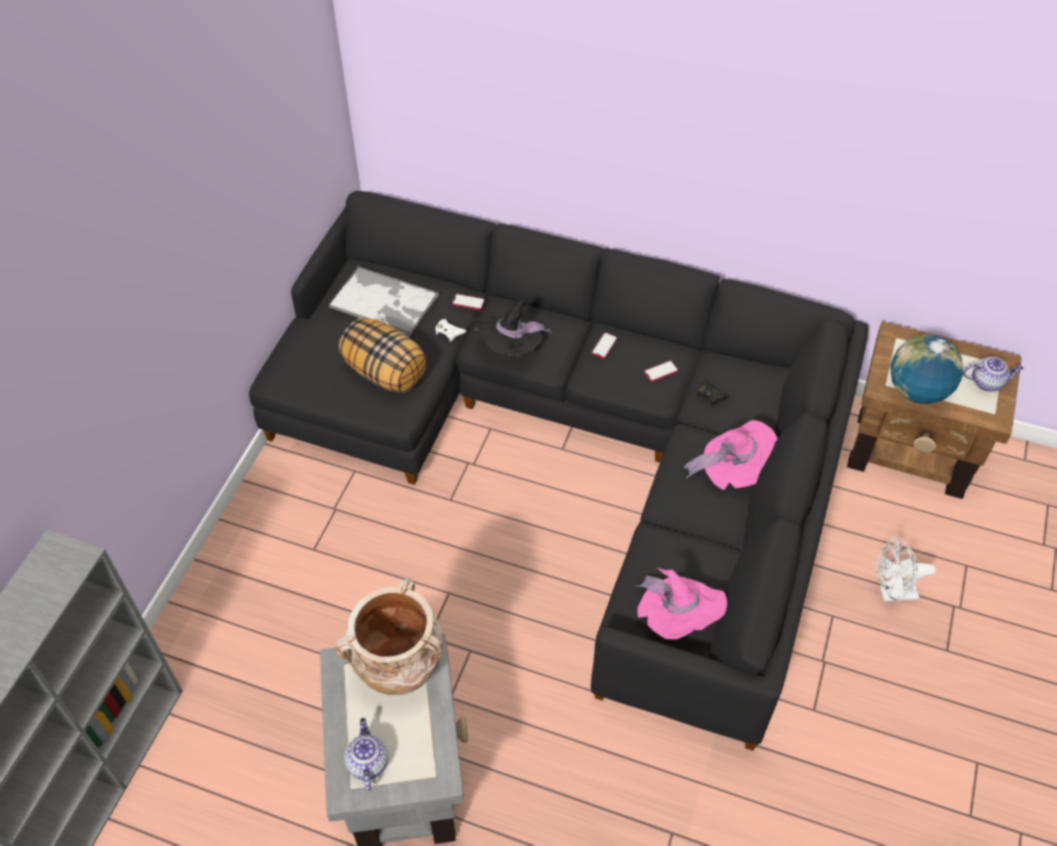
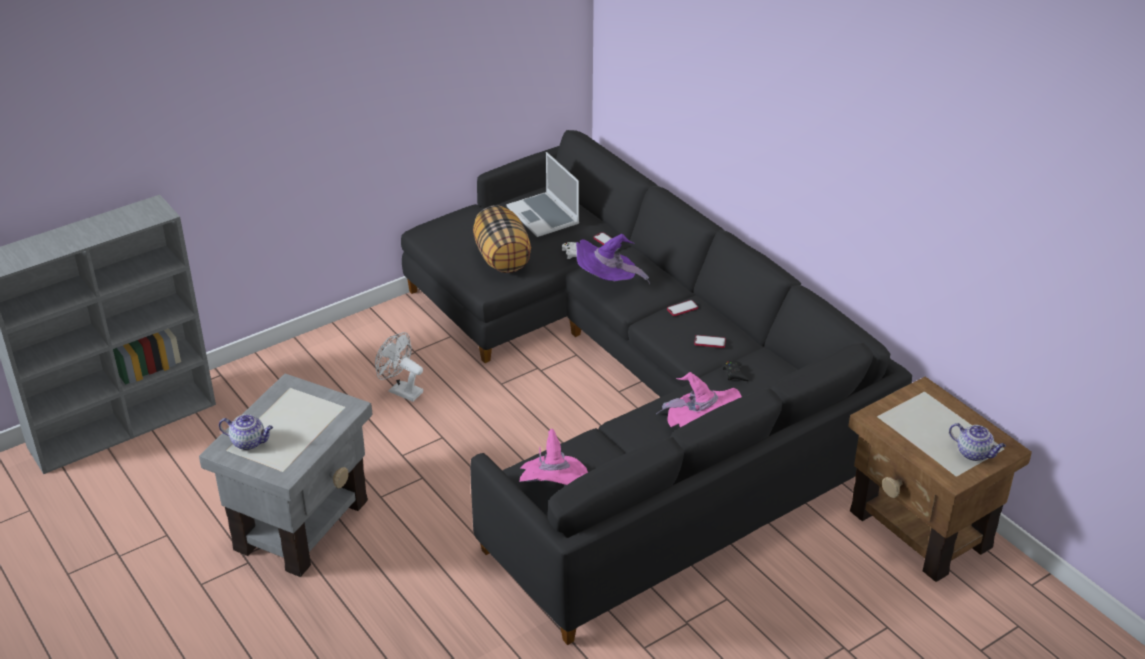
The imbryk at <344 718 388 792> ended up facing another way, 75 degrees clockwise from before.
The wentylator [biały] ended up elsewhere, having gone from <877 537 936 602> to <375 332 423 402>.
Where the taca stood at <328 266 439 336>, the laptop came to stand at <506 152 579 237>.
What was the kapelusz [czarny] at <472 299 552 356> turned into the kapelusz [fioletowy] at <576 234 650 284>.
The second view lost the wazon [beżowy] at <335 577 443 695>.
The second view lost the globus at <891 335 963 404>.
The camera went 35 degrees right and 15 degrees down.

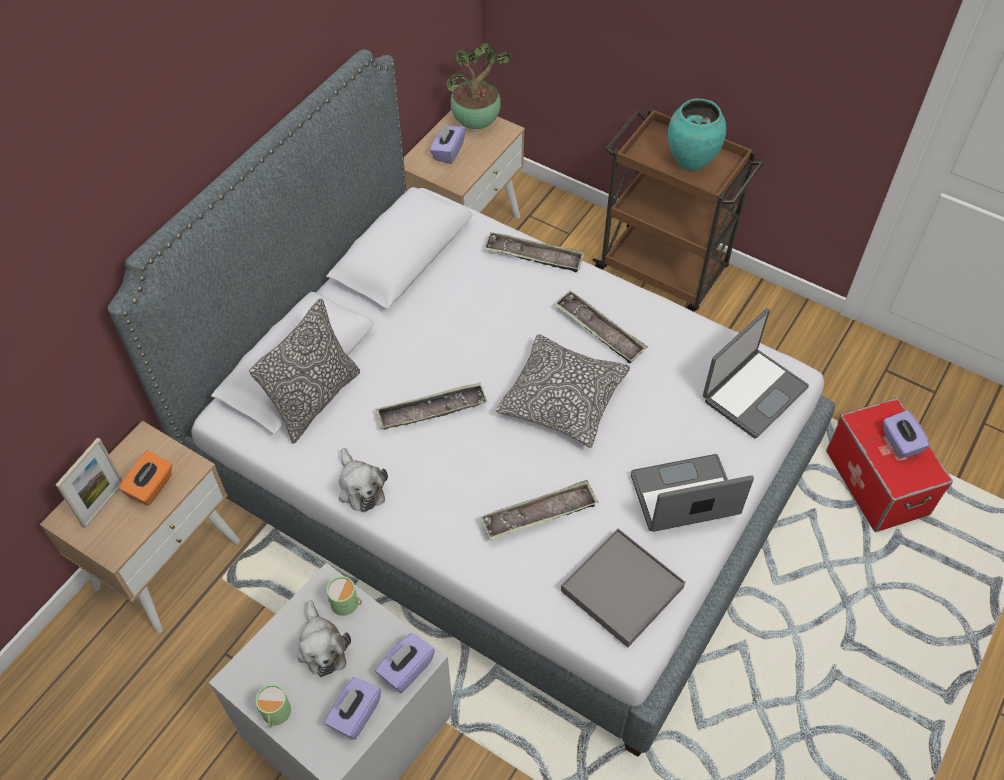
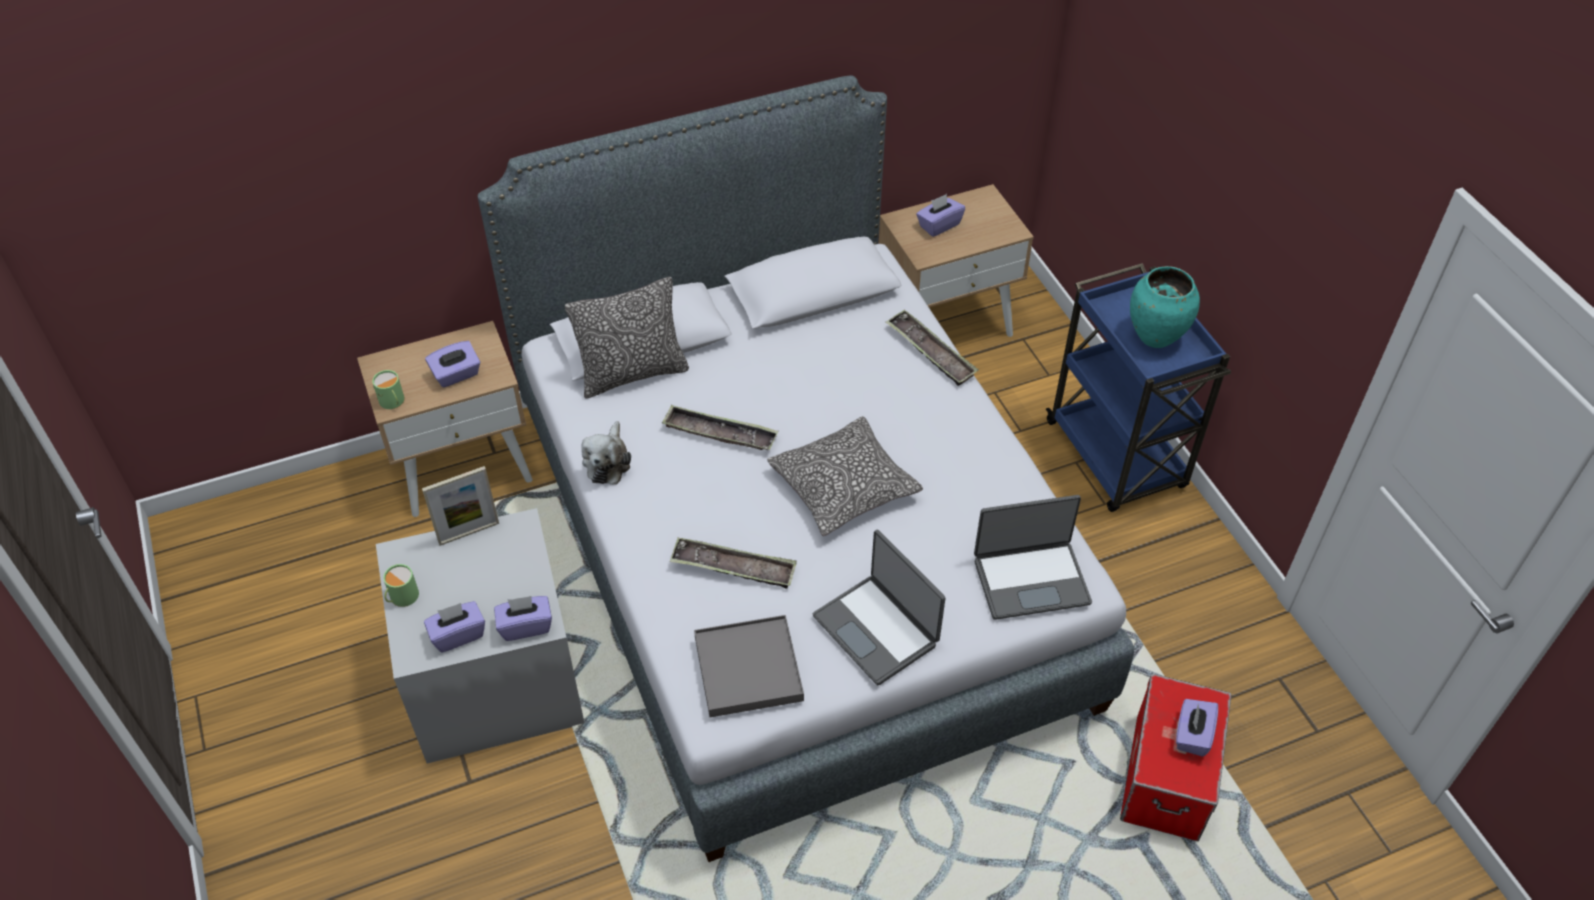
The kubek [zielony] ended up elsewhere, having gone from <327 576 362 616> to <372 370 405 409>.
The ramka na zdjęcie ended up elsewhere, having gone from <56 438 122 529> to <422 466 499 546>.
What was the pudełko chusteczek [pomarańczowy] at <119 450 172 505> turned into the pudełko chusteczek [fioletowy] at <425 341 480 387>.
The laptop at <631 454 754 532> ended up facing another way, 150 degrees counterclockwise from before.
What was the wózek [brązowy] at <592 108 764 312> turned into the wózek [niebieski] at <1046 263 1231 512>.
The second view lost the pluszak at <297 600 351 677>.
The second view lost the roślina doniczkowa at <446 42 512 129>.
The second view lost the taca at <554 291 648 364>.
The camera went 35 degrees right and 5 degrees down.

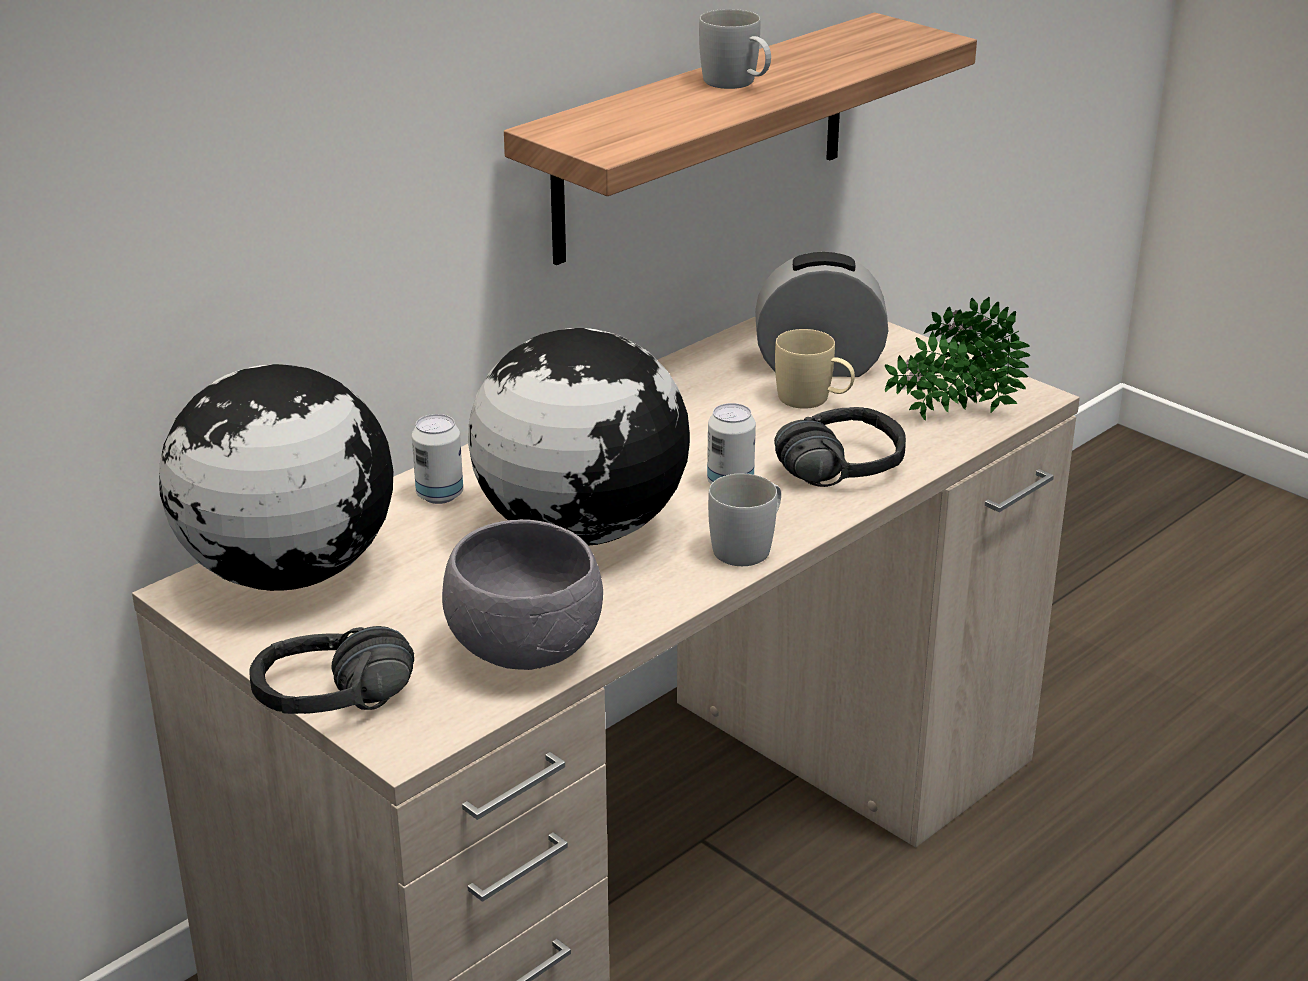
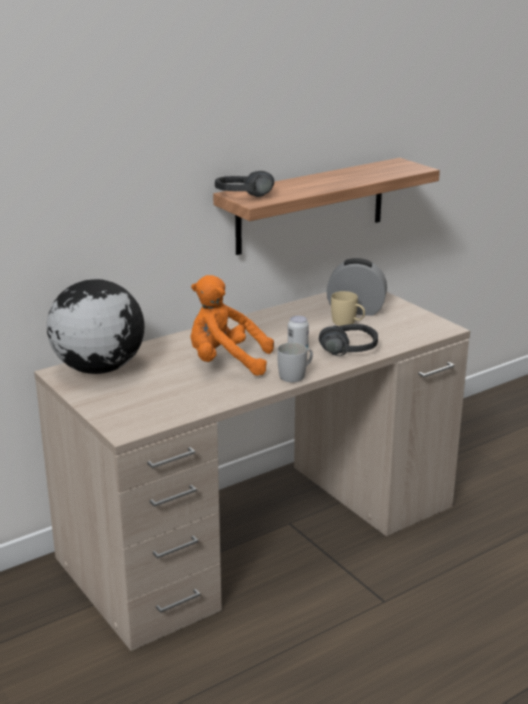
Where the globus stood at <468 328 690 546>, the pluszak [pomarańczowy] came to stand at <190 275 274 376>.
The słuchawki [czarny] ended up elsewhere, having gone from <249 626 414 714> to <215 171 274 197>.
The second view lost the puszka at <412 414 463 504>.
The second view lost the miska [szary] at <442 519 603 670>.
The second view lost the kubek [biały] at <699 9 771 89>.
The second view lost the roślina doniczkowa at <885 297 1031 420>.
The camera went 10 degrees right and 5 degrees down.

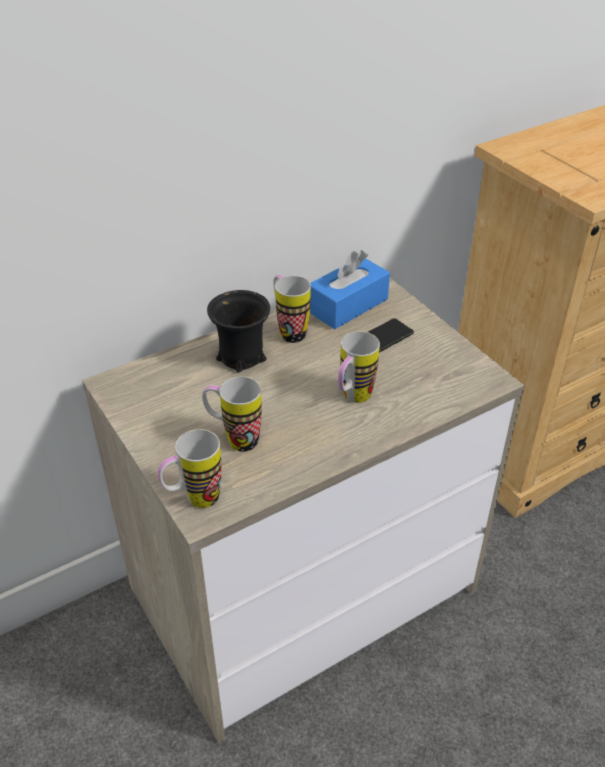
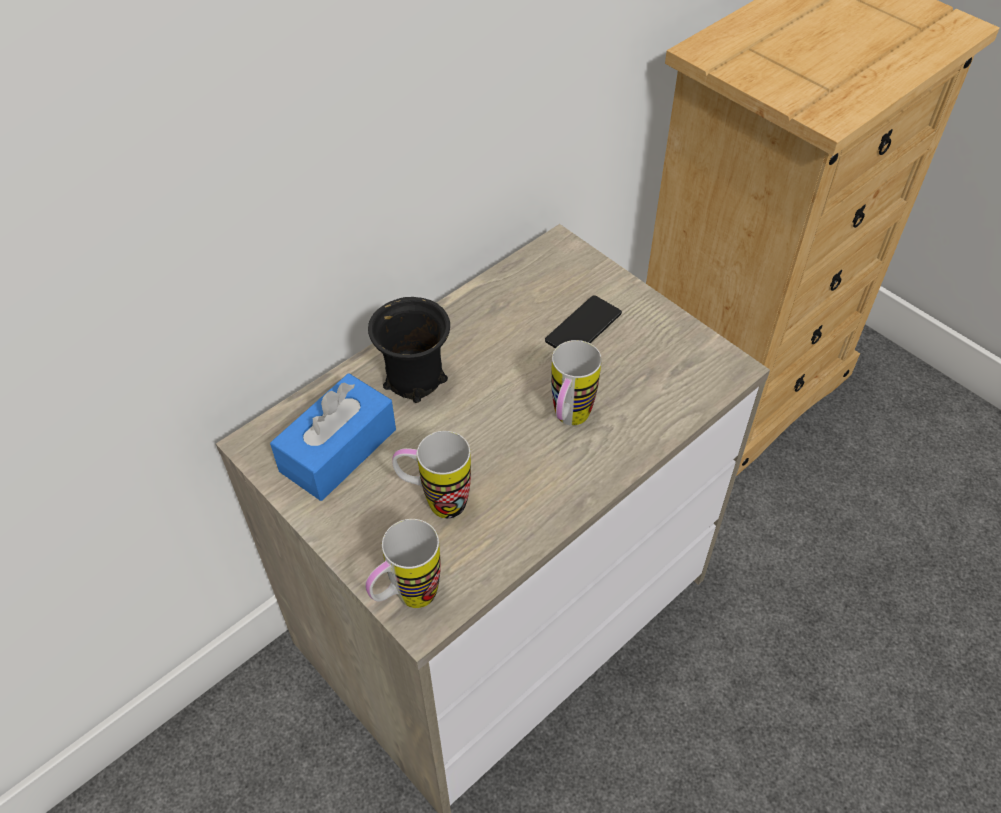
The pudełko chusteczek [niebieski] ended up elsewhere, having gone from <310 250 390 329> to <270 373 396 501>.
The second view lost the kubek at <273 275 311 343>.
The camera went 10 degrees left and 10 degrees up.

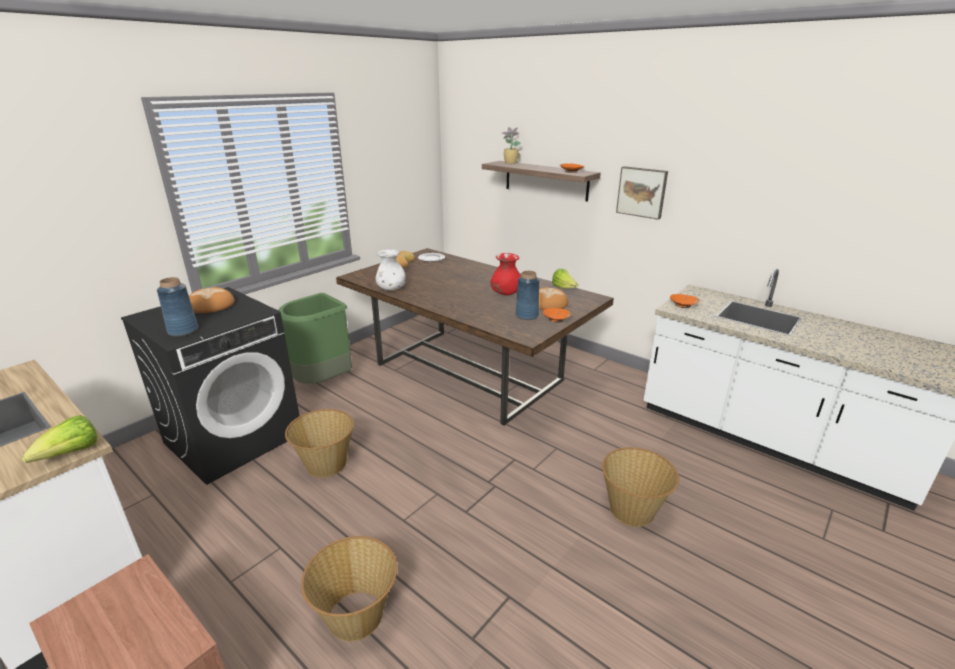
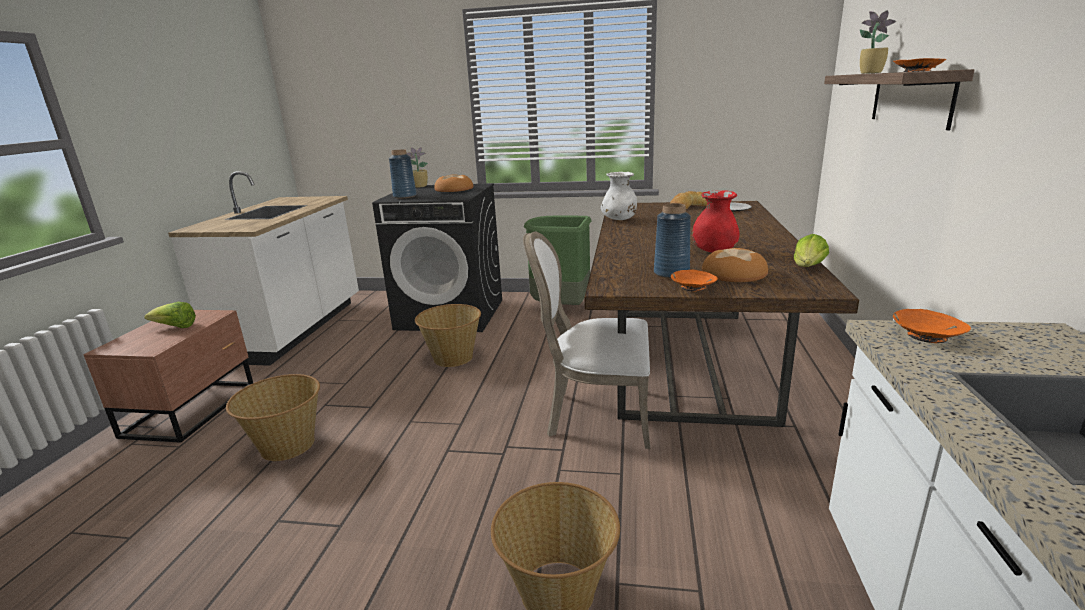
The sałata ended up elsewhere, having gone from <22 415 97 463> to <144 302 196 328>.
The second view gained the roślina doniczkowa at <407 147 428 187>.
The second view gained the krzesło [biały] at <523 231 650 449>.
The second view lost the obraz at <616 166 668 220>.
The camera went 60 degrees right and 5 degrees down.

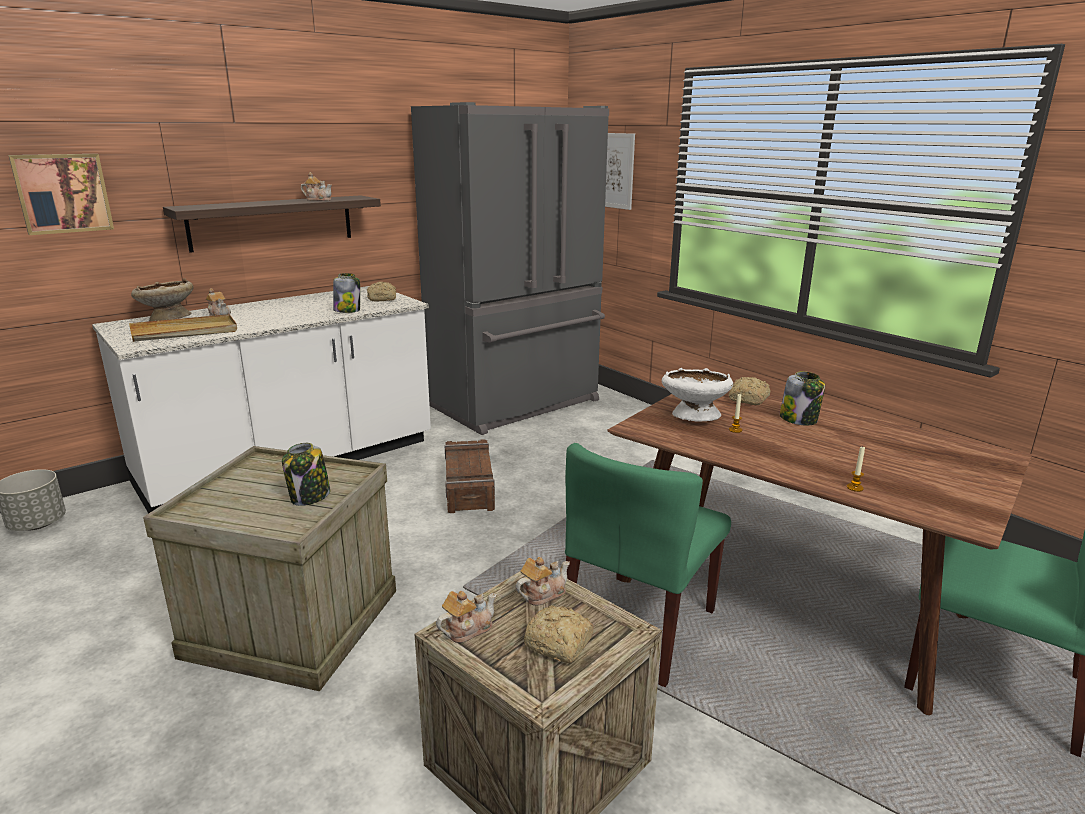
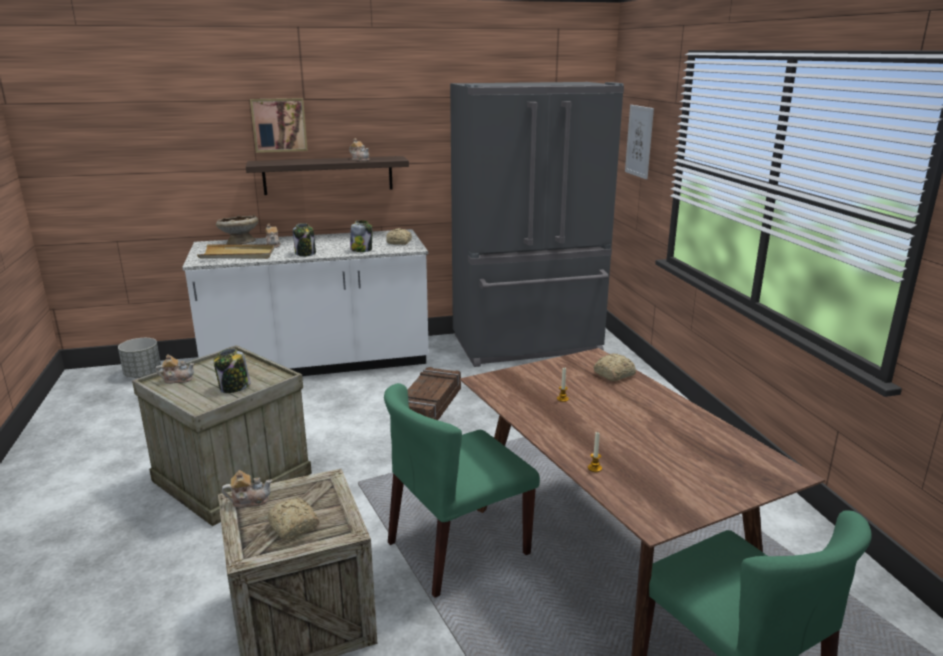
The imbryk ended up elsewhere, having gone from <516 557 570 606> to <155 354 195 384>.
The obraz ended up elsewhere, having gone from <8 154 114 235> to <250 98 308 153>.
The słoik ended up elsewhere, having gone from <780 371 825 426> to <293 223 316 256>.
The second view lost the miska [biały] at <662 368 733 422>.
The camera went 25 degrees right and 0 degrees up.

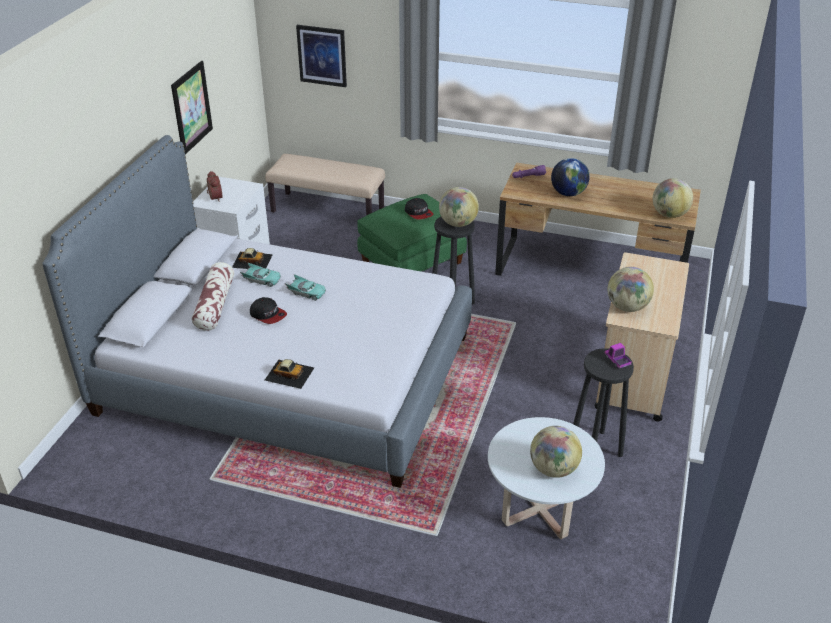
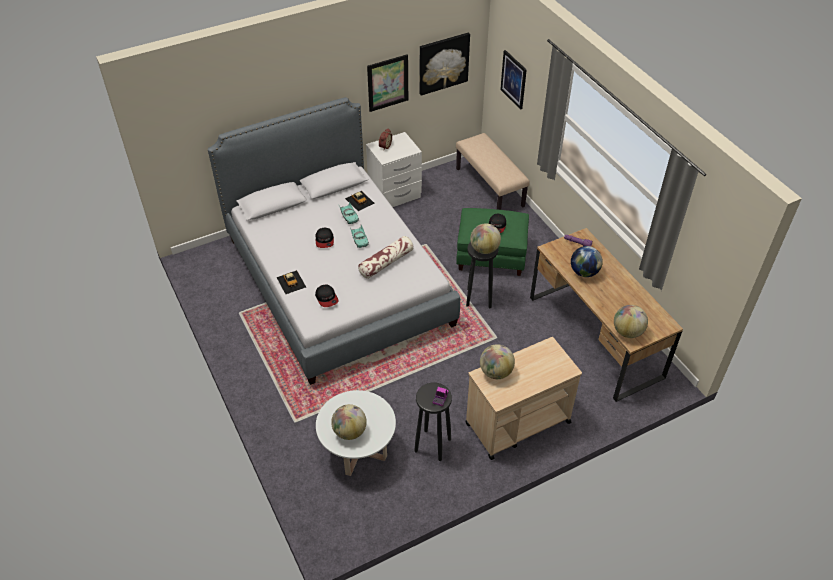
The second view gained the czapka z daszkiem at <315 285 338 307>.
The poduszka ended up elsewhere, having gone from <192 262 234 331> to <358 236 413 279>.
The second view gained the obraz at <420 32 470 96>.
The camera went 45 degrees right and 10 degrees up.

